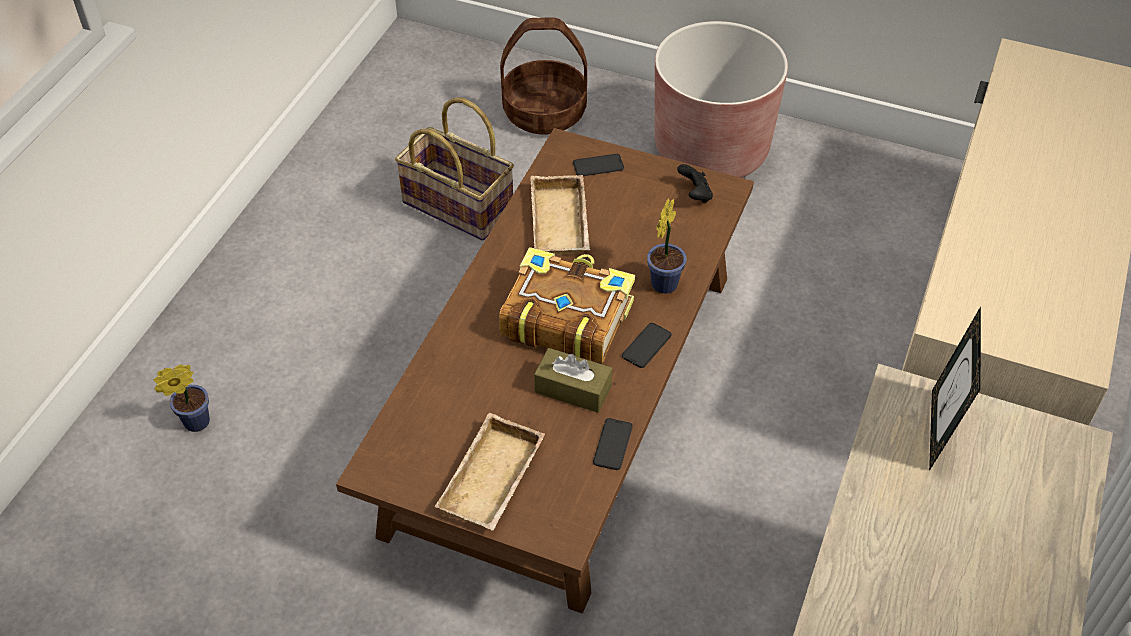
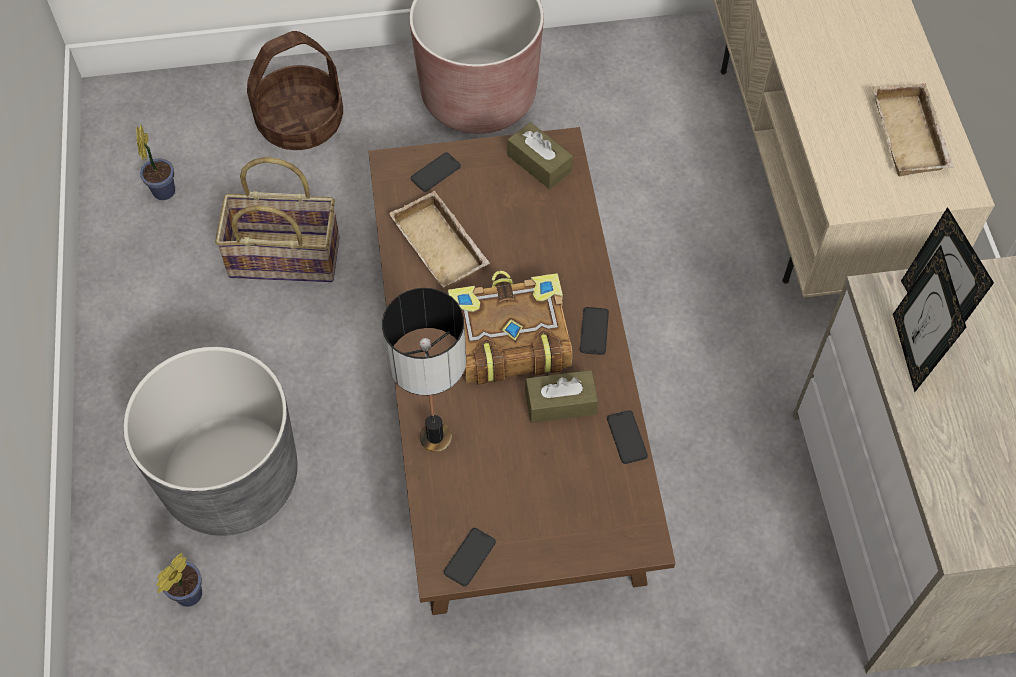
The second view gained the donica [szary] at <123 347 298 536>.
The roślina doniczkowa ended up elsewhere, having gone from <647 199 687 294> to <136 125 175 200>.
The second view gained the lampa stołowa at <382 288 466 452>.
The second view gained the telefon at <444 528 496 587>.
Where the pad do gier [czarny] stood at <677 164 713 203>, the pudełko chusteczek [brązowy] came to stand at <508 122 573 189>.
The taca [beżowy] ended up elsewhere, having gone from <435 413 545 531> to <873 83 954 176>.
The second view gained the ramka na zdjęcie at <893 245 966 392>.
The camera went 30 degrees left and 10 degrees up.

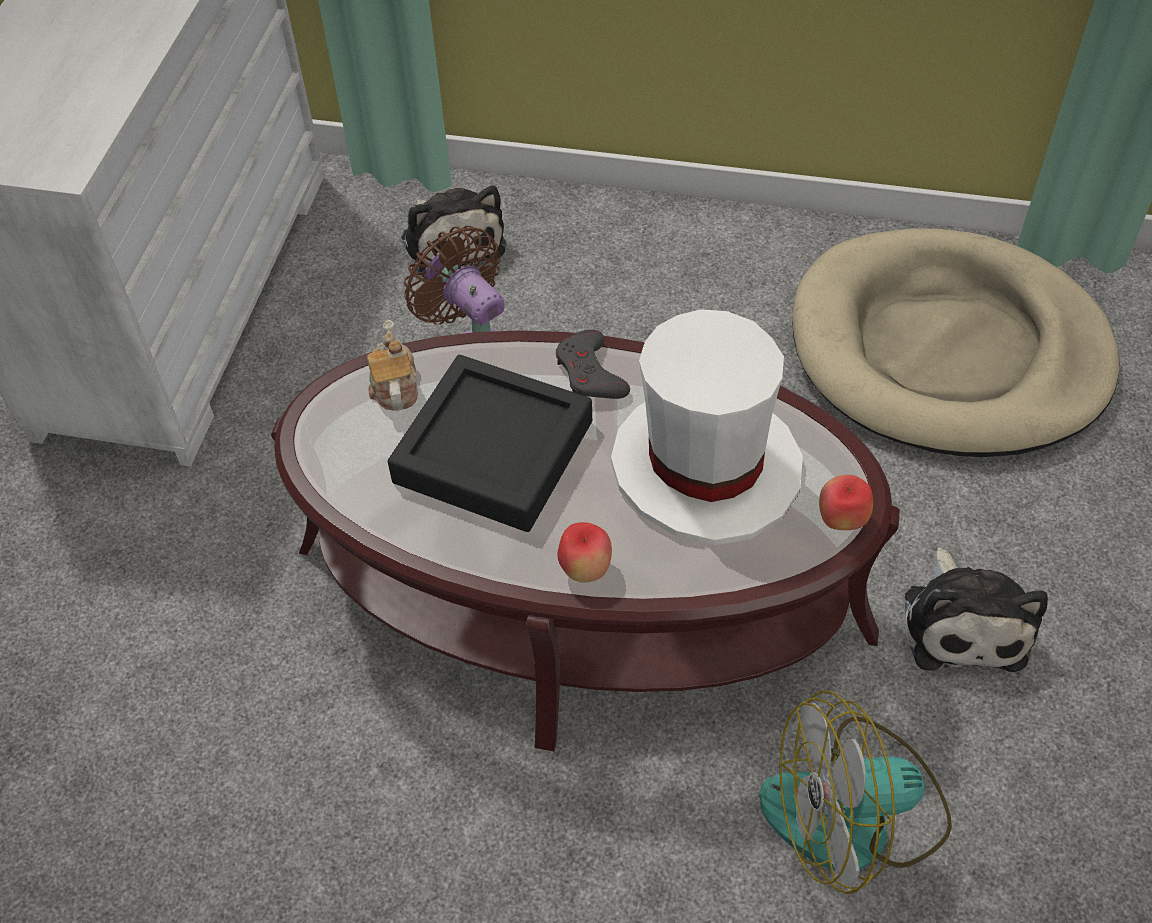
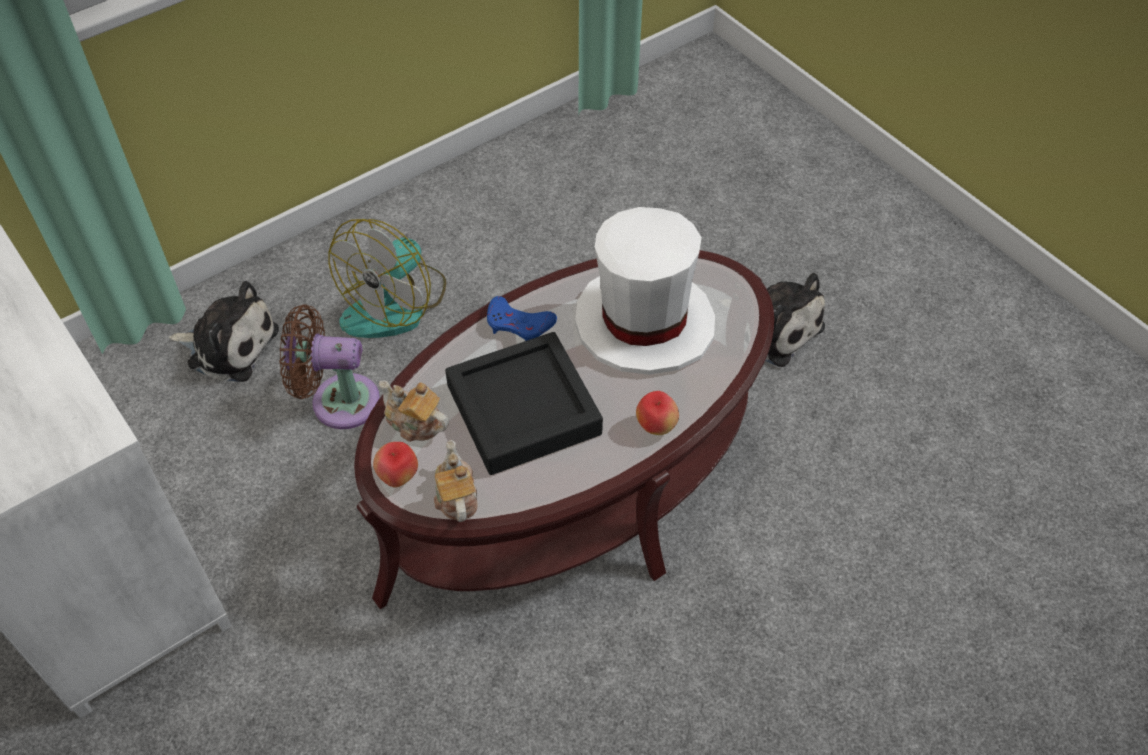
The wentylator ended up elsewhere, having gone from <759 690 952 894> to <328 219 446 338>.
The jabłko ended up elsewhere, having gone from <819 474 873 530> to <373 442 418 488>.
The second view gained the imbryk at <434 440 477 522>.
What was the pad do gier [szary] at <556 330 630 399> turned into the pad do gier [niebieski] at <487 296 557 341>.
The second view lost the legowisko [beżowy] at <792 228 1119 457>.
The camera went 50 degrees left and 0 degrees up.

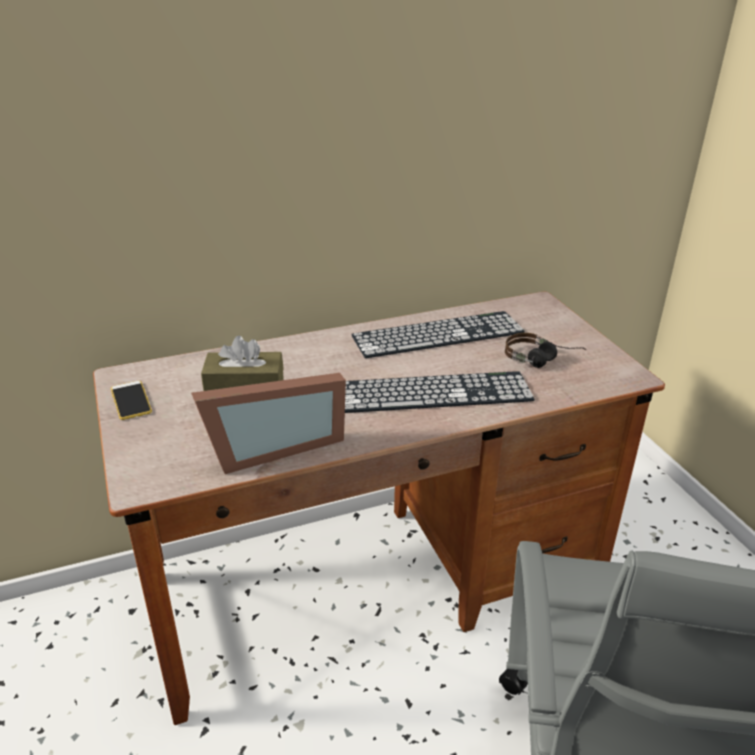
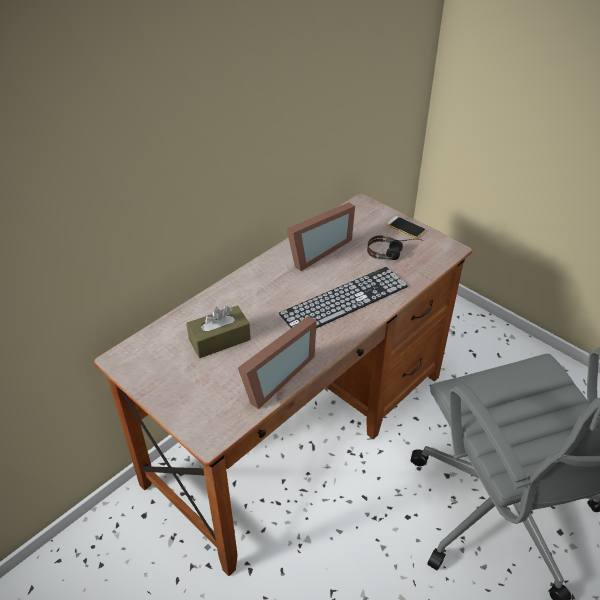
Where the klawiatura stood at <351 311 525 358>, the ramka na zdjęcie came to stand at <287 202 355 271>.
The telefon ended up elsewhere, having gone from <111 381 152 420> to <386 216 426 238>.
The camera went 25 degrees left and 10 degrees up.

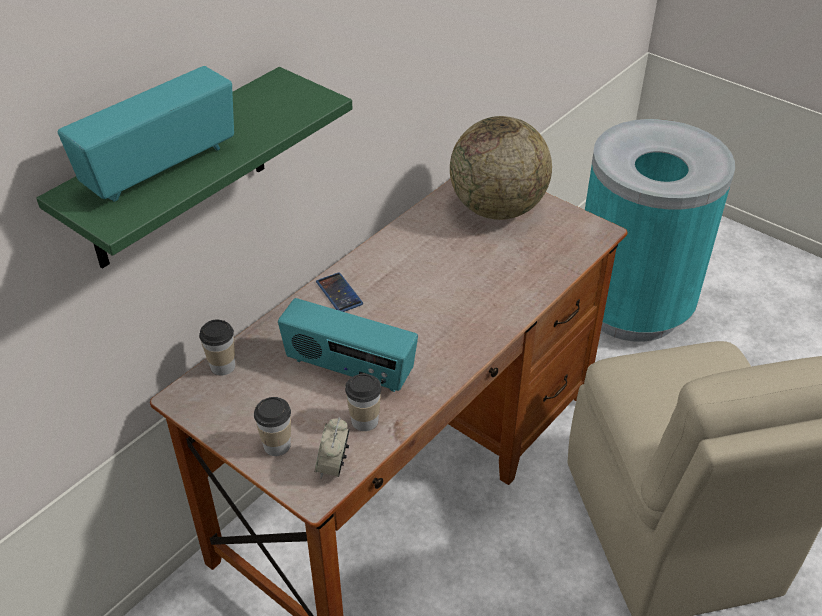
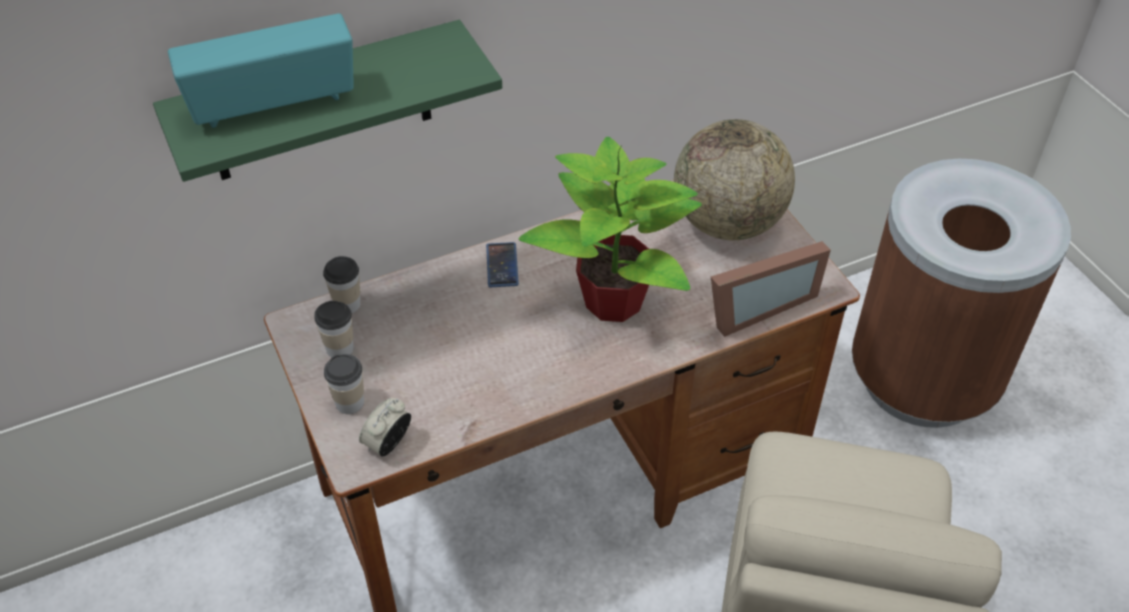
The filiżanka ended up elsewhere, having gone from <345 374 381 431> to <314 301 354 357>.
The second view gained the roślina doniczkowa at <519 137 702 322>.
The second view gained the ramka na zdjęcie at <711 241 831 337>.
What was the kosz na śmieci [turkusowy] at <585 119 735 342> turned into the kosz na śmieci [brązowy] at <852 159 1071 428>.
The second view lost the radio at <278 298 418 392>.
The camera went 25 degrees right and 5 degrees up.

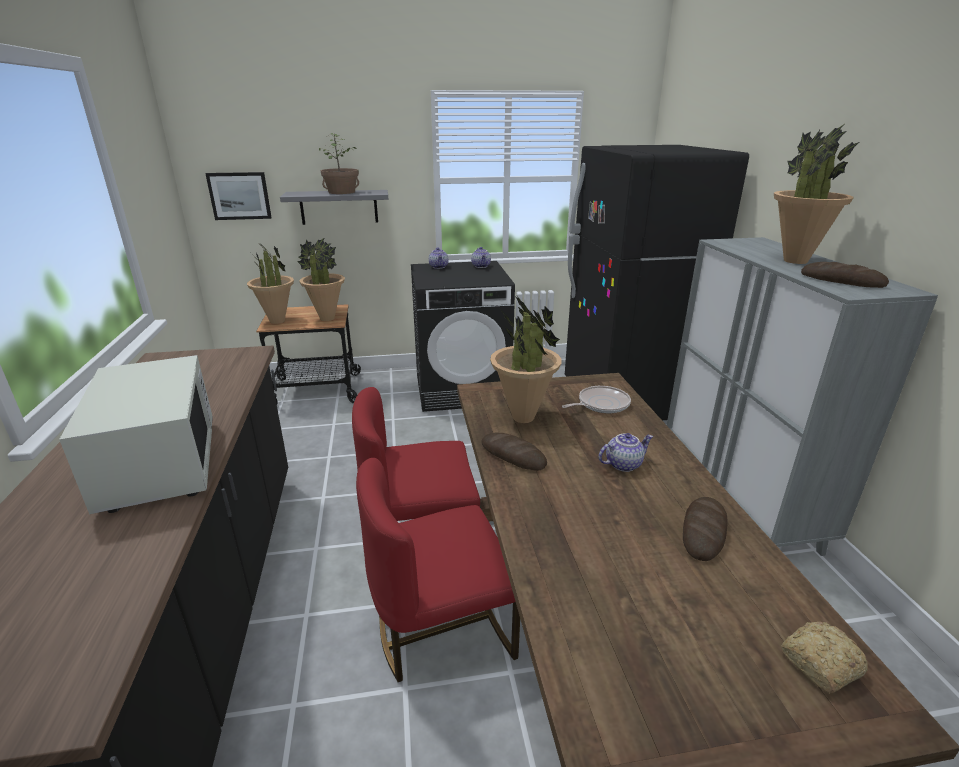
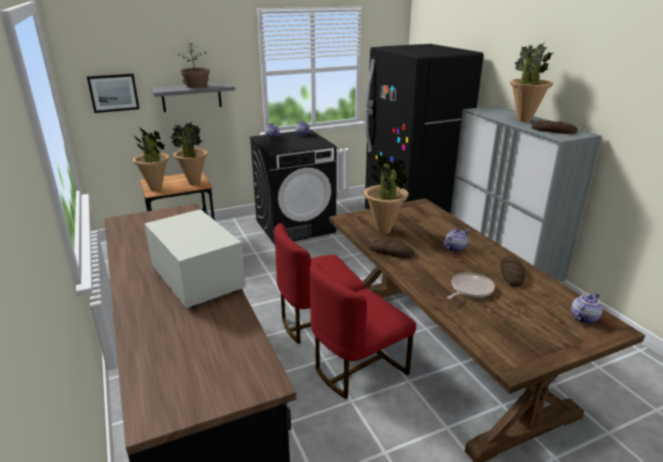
The patelnia ended up elsewhere, having gone from <562 386 631 413> to <447 273 495 299>.
Where the chleb stood at <782 622 868 693>, the imbryk came to stand at <571 293 603 324>.
The camera went 15 degrees left and 0 degrees up.

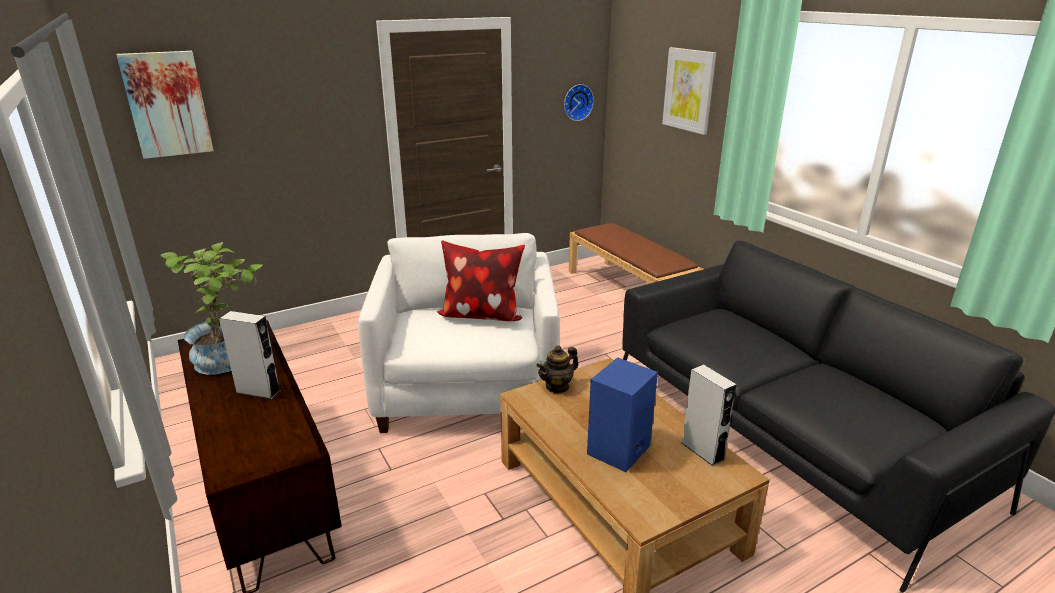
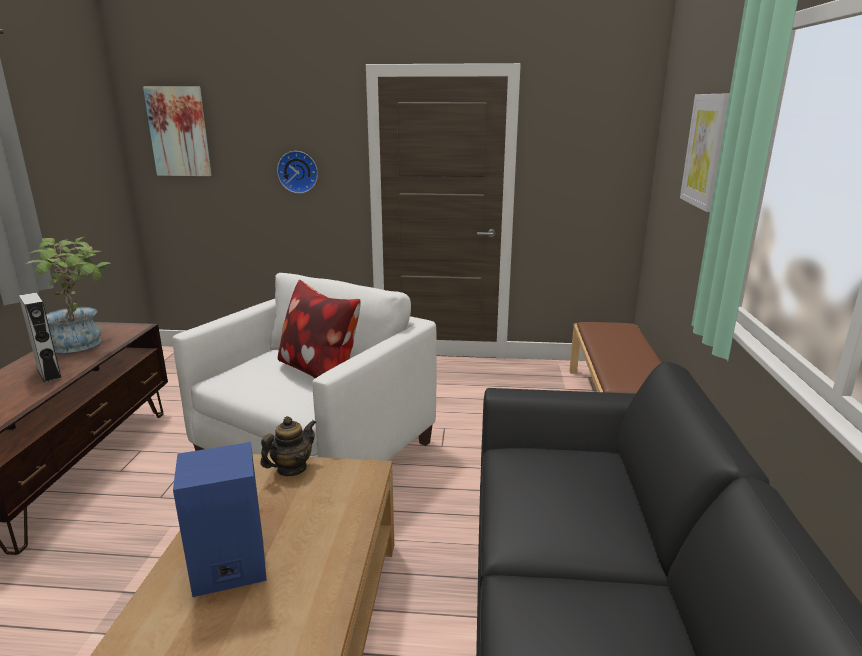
The imbryk at <536 345 579 394> ended up facing another way, 135 degrees clockwise from before.
The zegar ścienny ended up elsewhere, having gone from <564 84 594 121> to <277 151 318 193>.
The second view lost the głośnik [szary] at <681 364 737 466>.
The camera went 35 degrees right and 5 degrees down.

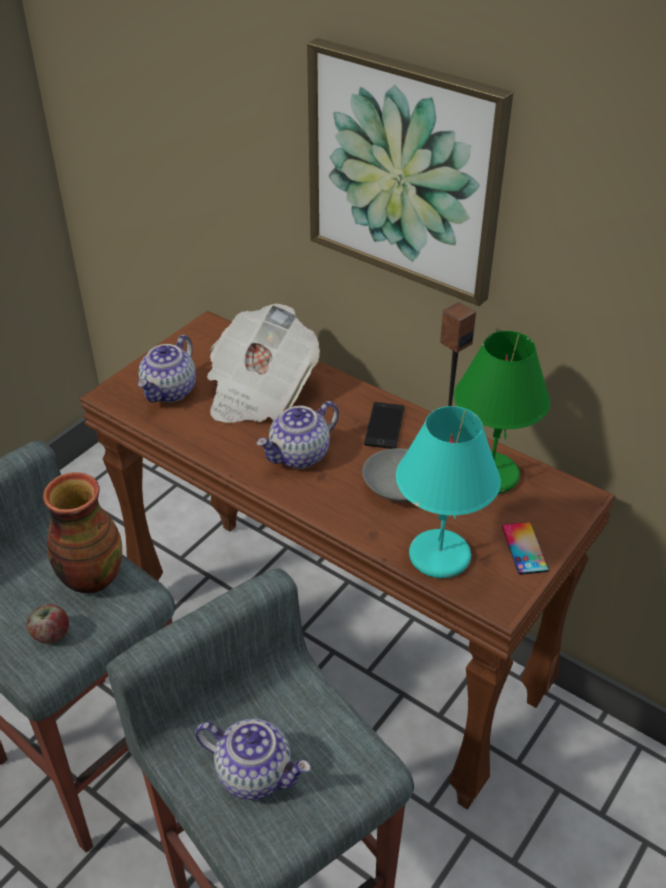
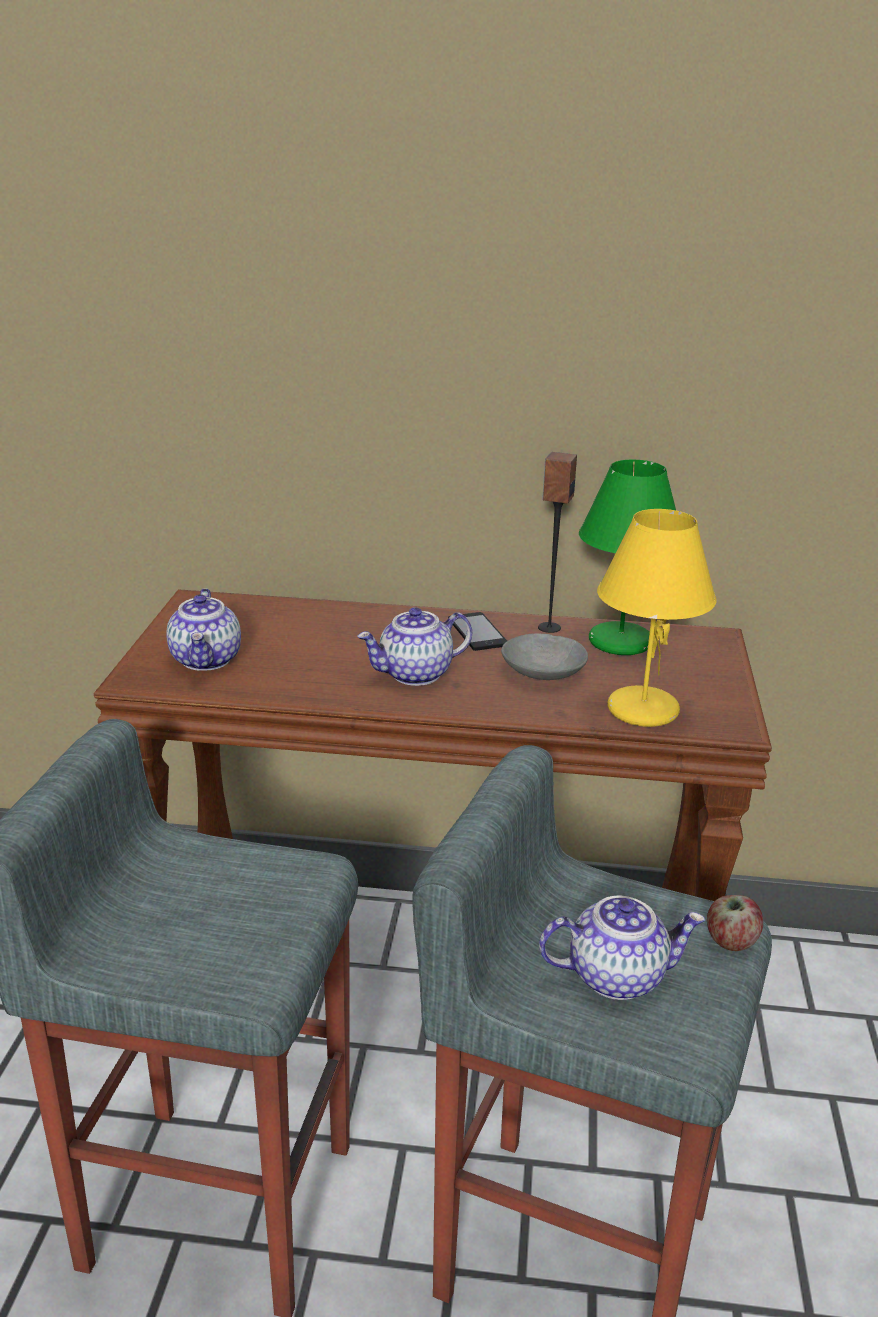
The imbryk at <256 401 339 468> ended up facing another way, 45 degrees clockwise from before.
What was the lampa stołowa [turkusowy] at <396 406 501 578> turned into the lampa stołowa [żółty] at <597 509 717 727>.
The jabłko ended up elsewhere, having gone from <26 604 69 644> to <707 895 763 951>.
The second view lost the wazon at <43 472 122 593>.
The second view lost the gazeta at <207 304 320 423>.
The second view lost the obraz at <307 38 513 306>.
The second view lost the telefon at <502 522 549 575>.
The camera went 30 degrees left and 15 degrees down.

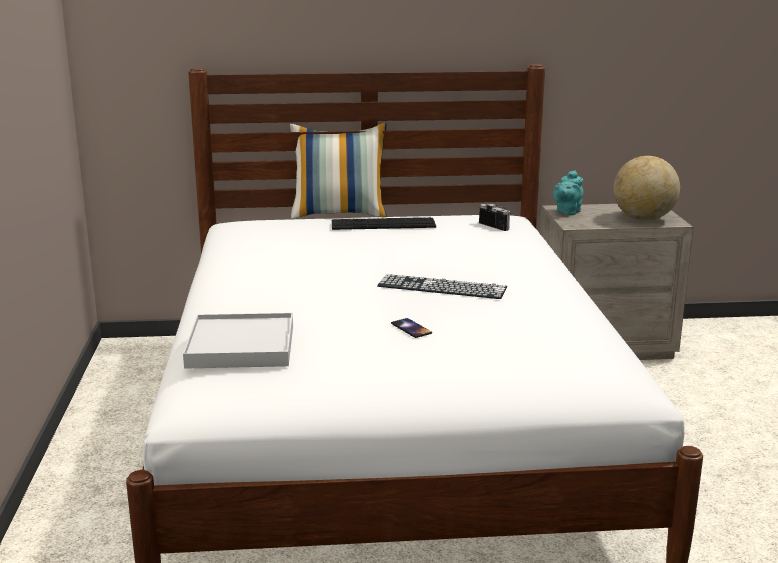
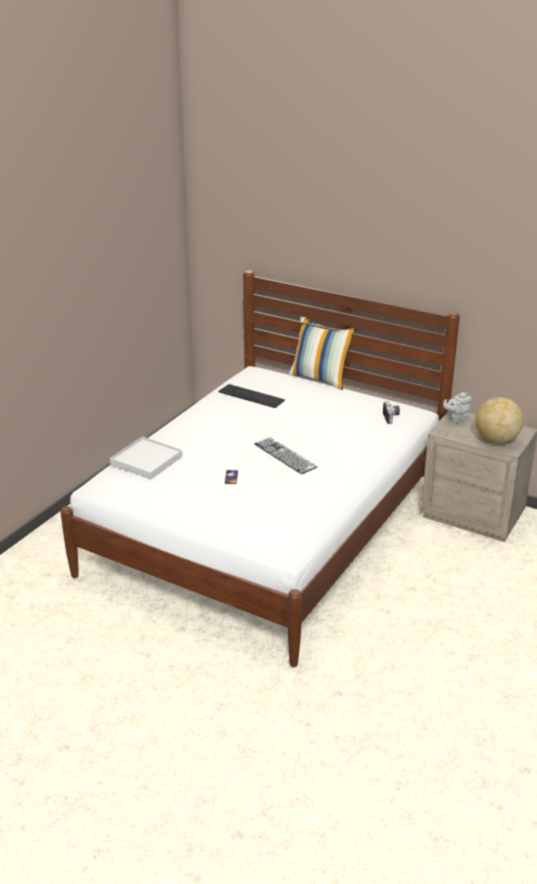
The klawiatura ended up elsewhere, having gone from <332 217 436 230> to <218 384 285 408>.
What was the imbryk [turkusowy] at <553 170 584 215> turned into the imbryk [szary] at <443 392 472 423>.
The camera went 35 degrees right and 10 degrees up.

